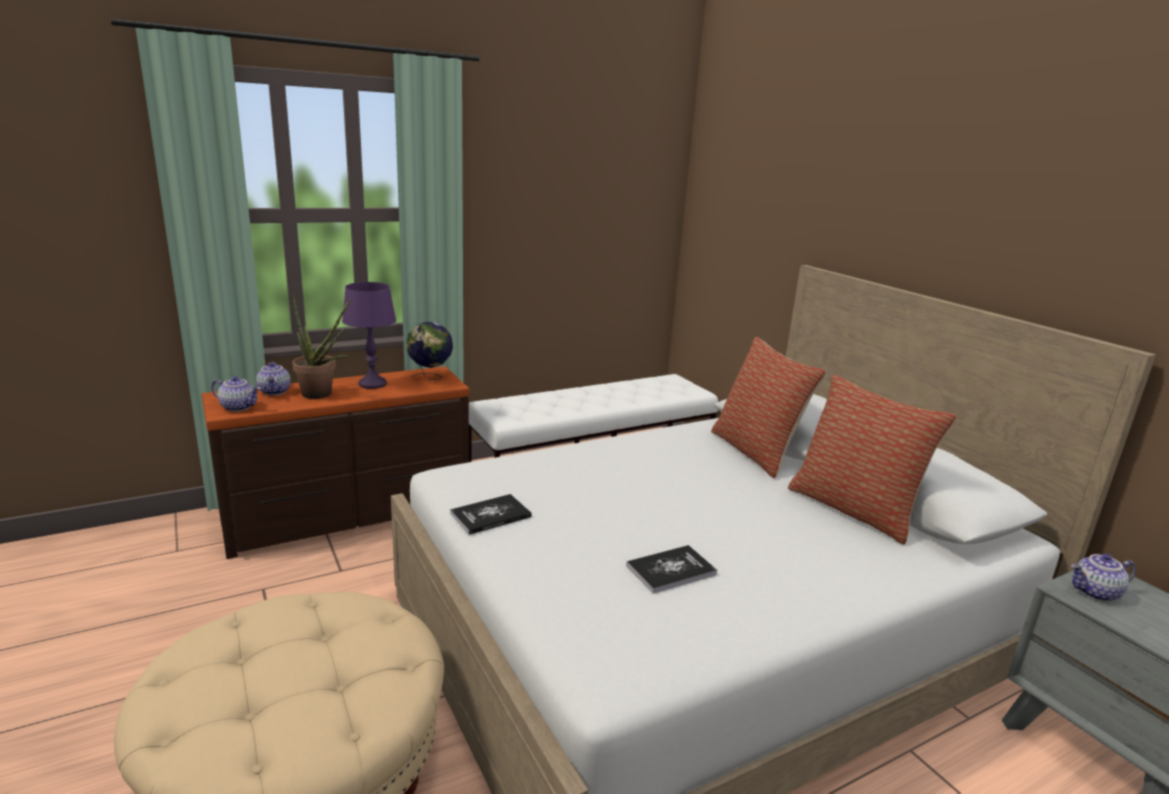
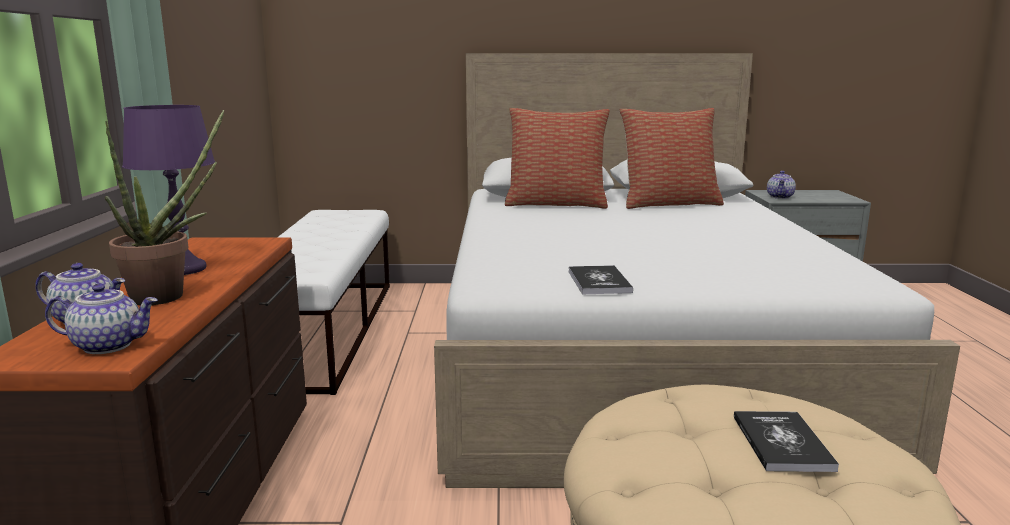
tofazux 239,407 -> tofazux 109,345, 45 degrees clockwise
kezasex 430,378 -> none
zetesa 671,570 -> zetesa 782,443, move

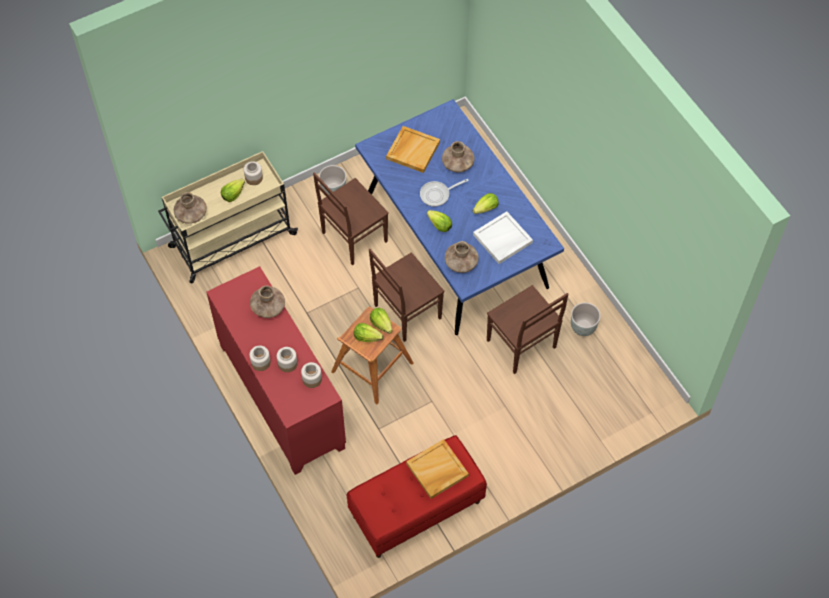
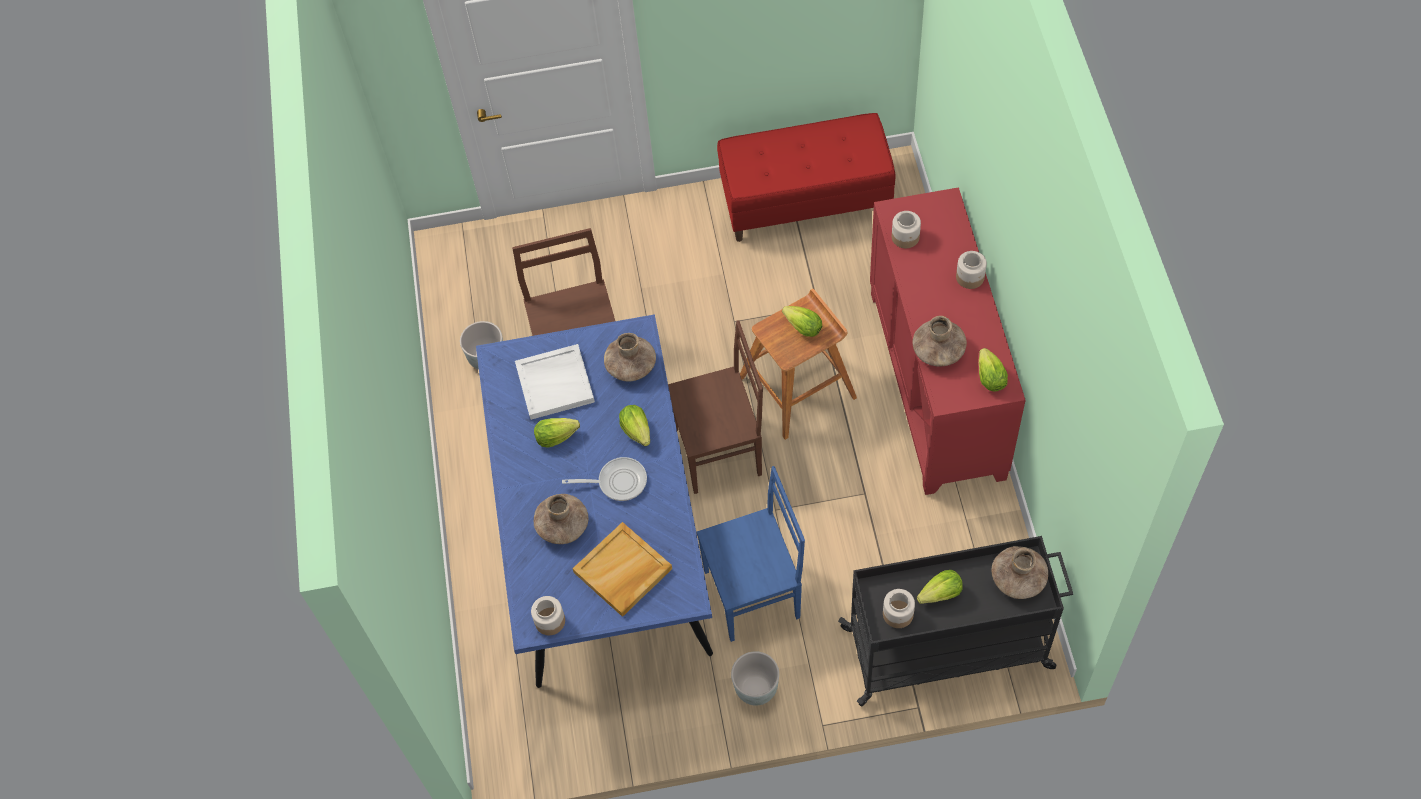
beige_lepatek 231,241 -> black_lepatek 949,648
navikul 288,363 -> navikul 549,621, move
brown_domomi 353,238 -> blue_domomi 755,593
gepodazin 381,324 -> gepodazin 990,378, move
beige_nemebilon 437,470 -> none

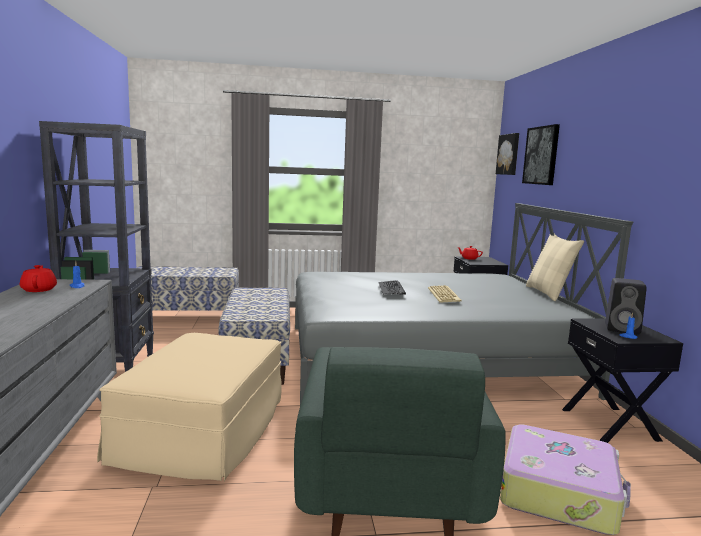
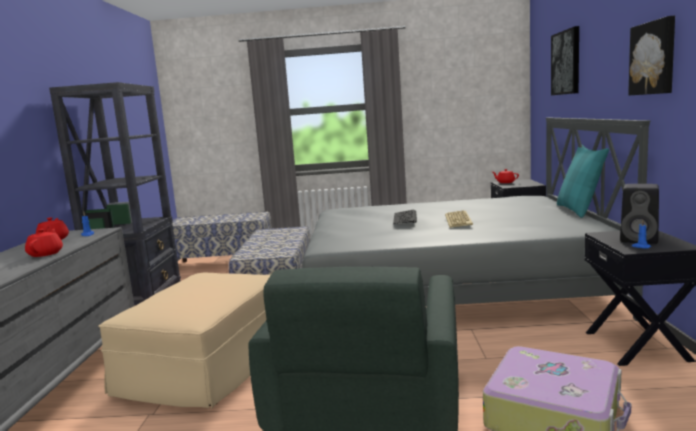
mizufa 509,154 -> mizufa 653,58, move
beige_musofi 548,293 -> turquoise_musofi 579,210
none -> red_tofazux 46,254

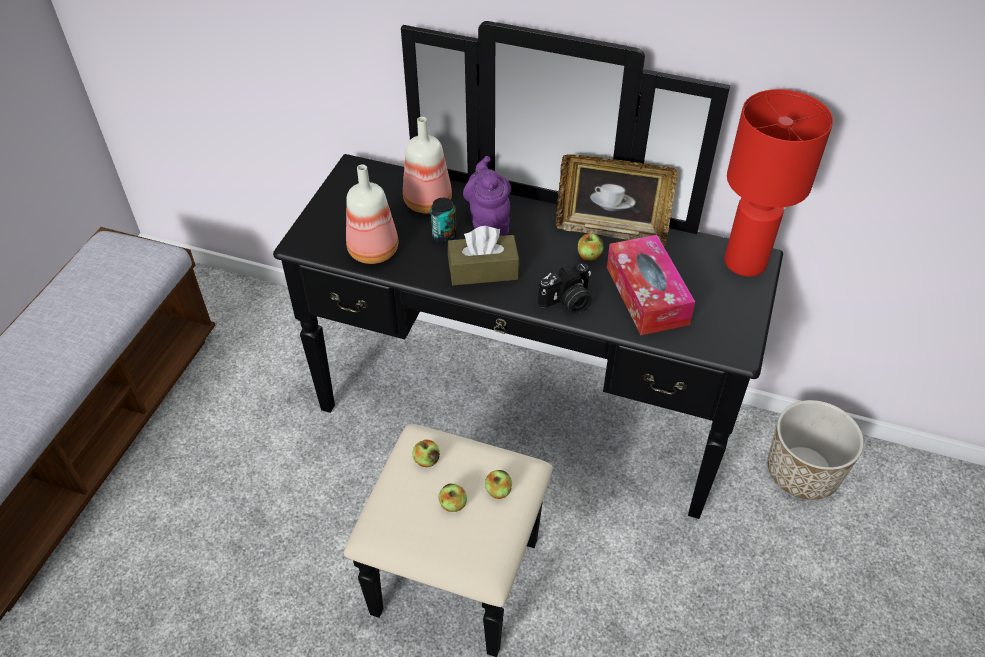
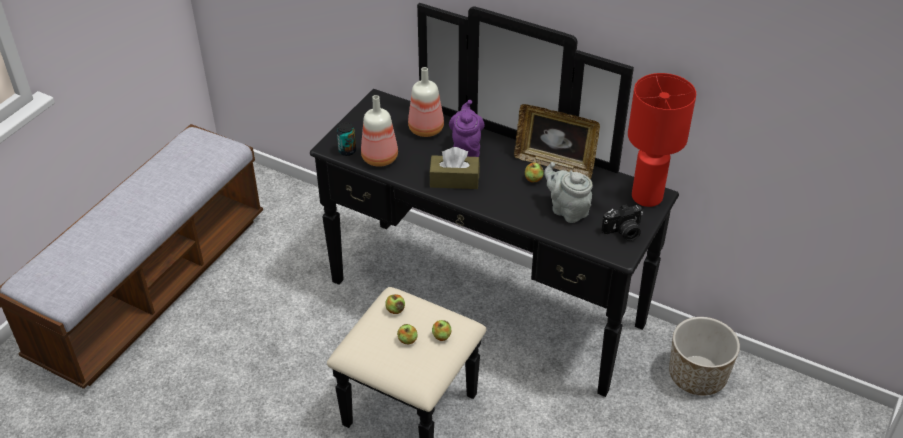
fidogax 444,236 -> fidogax 347,151, move
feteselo 568,302 -> feteselo 623,232, move
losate 646,295 -> grey_tofazux 567,210

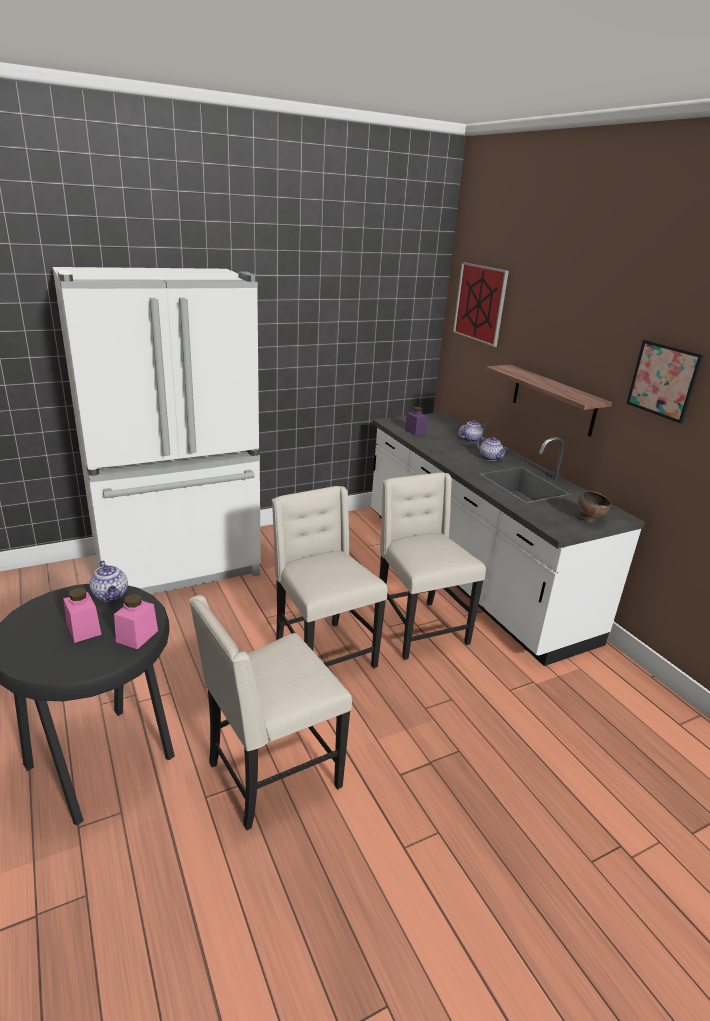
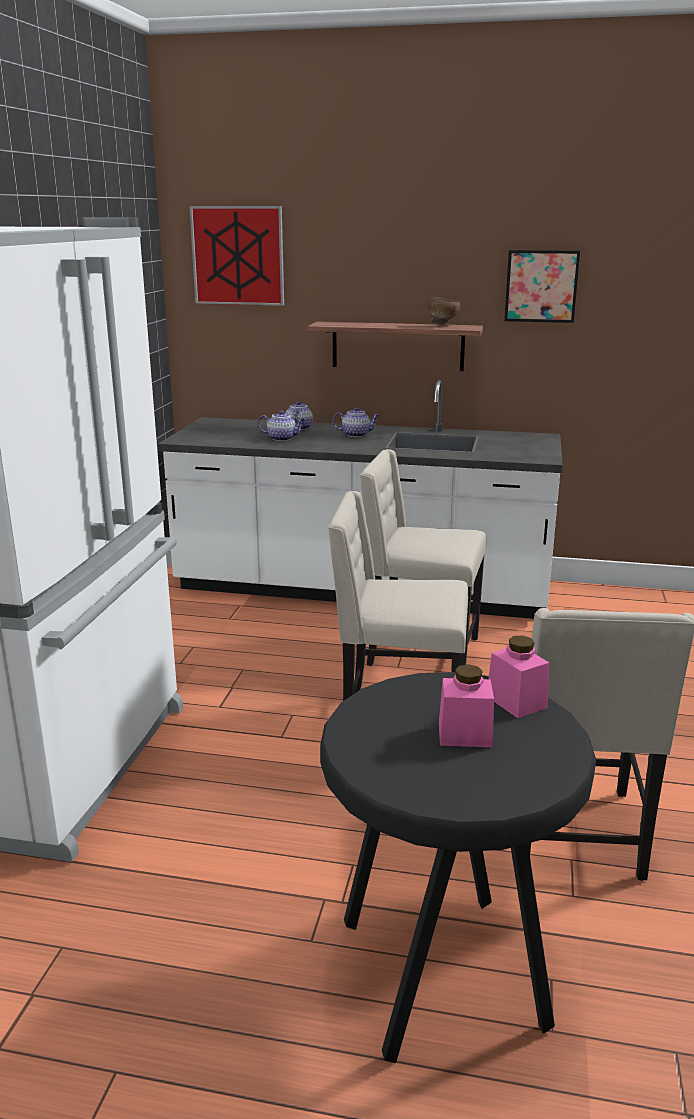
tofazux 111,595 -> tofazux 282,438, move
purple_navikul 415,431 -> none
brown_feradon 589,519 -> brown_feradon 442,326, move

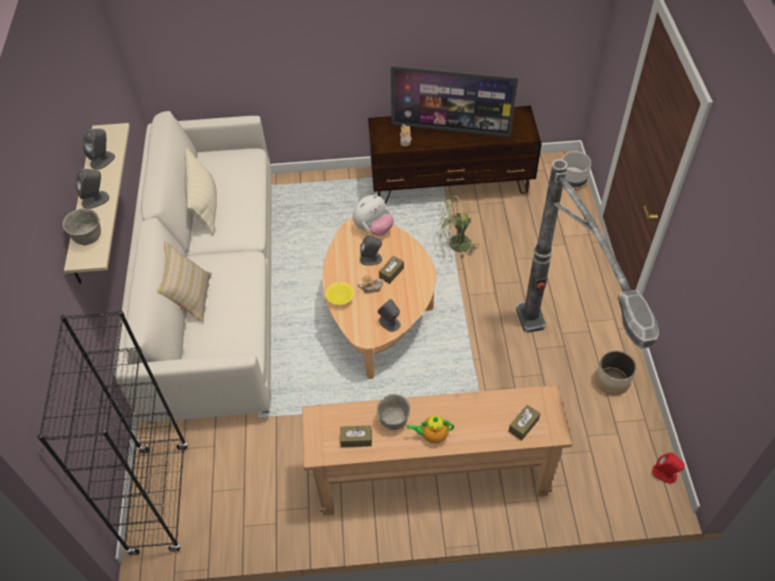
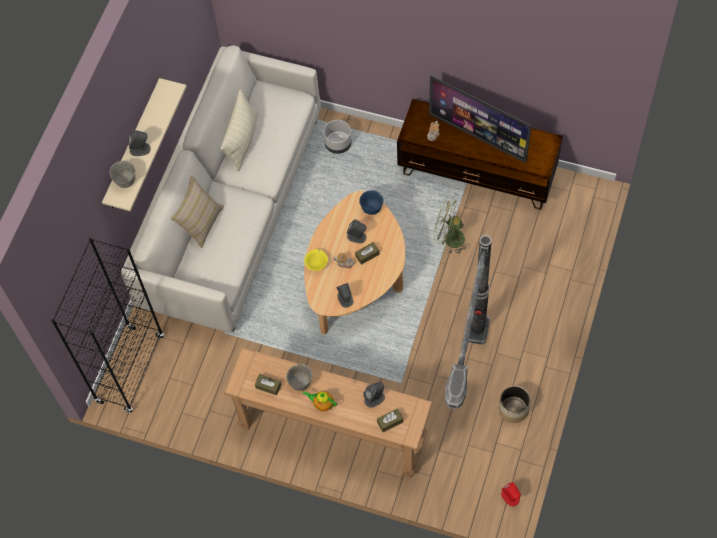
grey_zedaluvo 102,160 -> grey_zedaluvo 374,398, move
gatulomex 373,228 -> blue_feradon 372,208
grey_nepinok 572,180 -> grey_nepinok 338,144, move

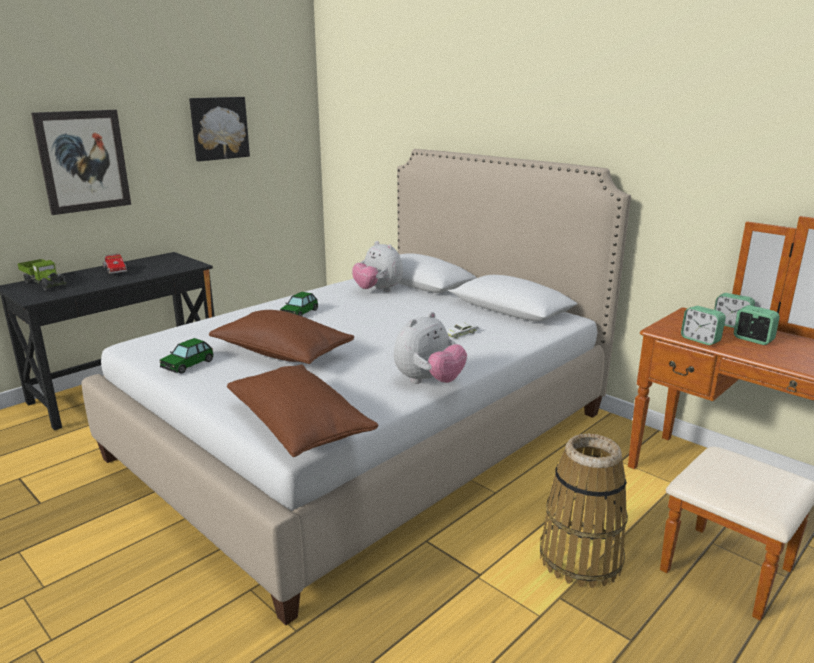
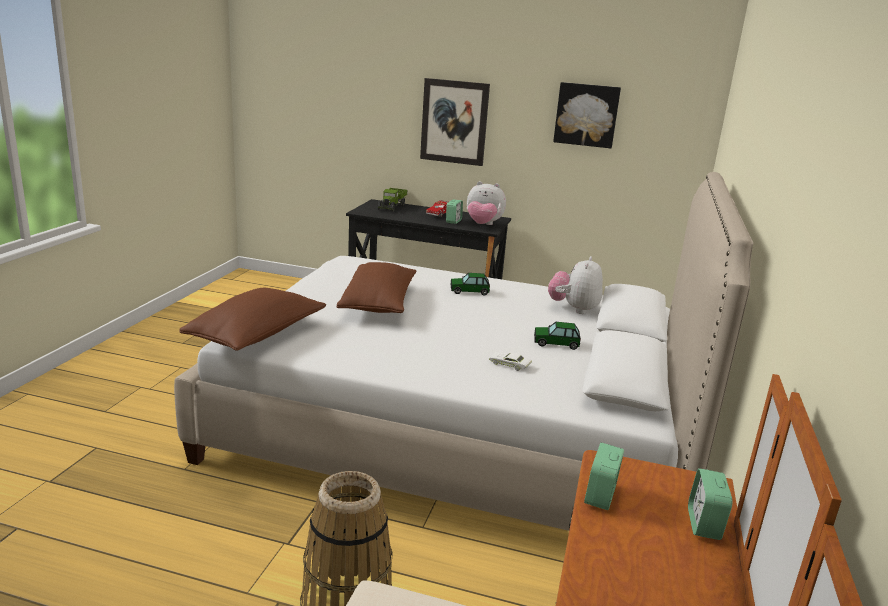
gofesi 187,364 -> gofesi 556,343, move
gatulomex 428,382 -> gatulomex 483,225, move
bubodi 753,340 -> bubodi 453,221, move

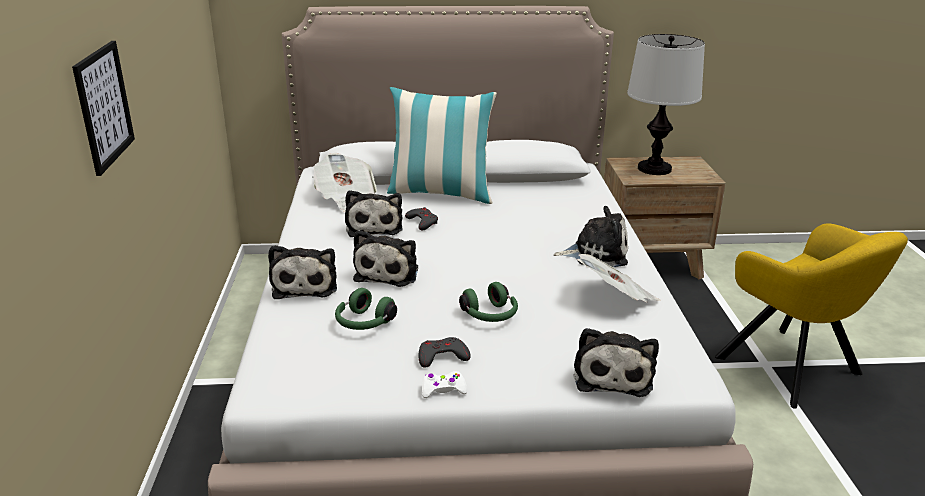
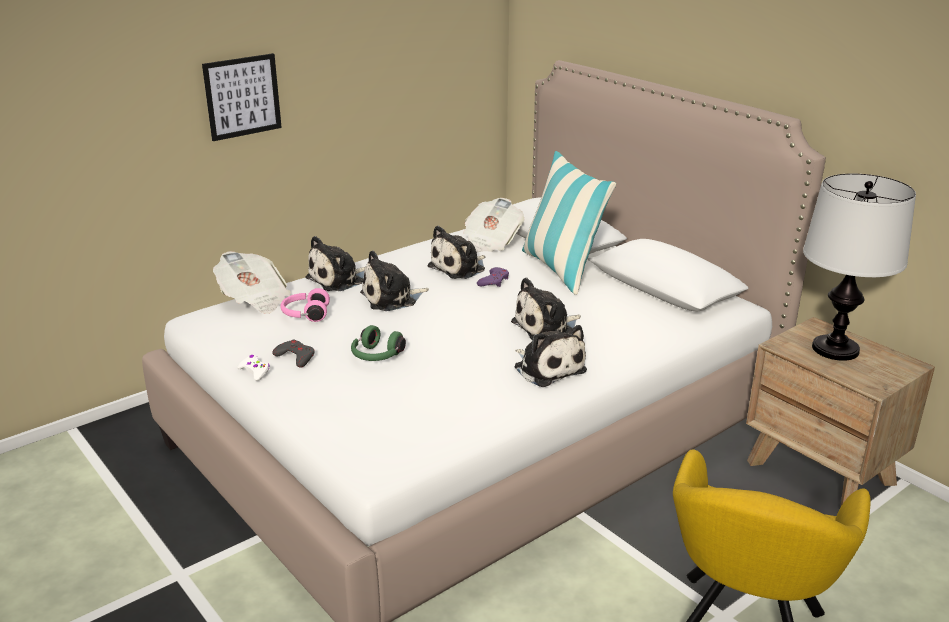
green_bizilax 363,323 -> pink_bizilax 305,315
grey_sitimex 422,222 -> purple_sitimex 494,281
gatulomex 612,374 -> gatulomex 546,327, move
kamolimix 616,298 -> kamolimix 254,299, move

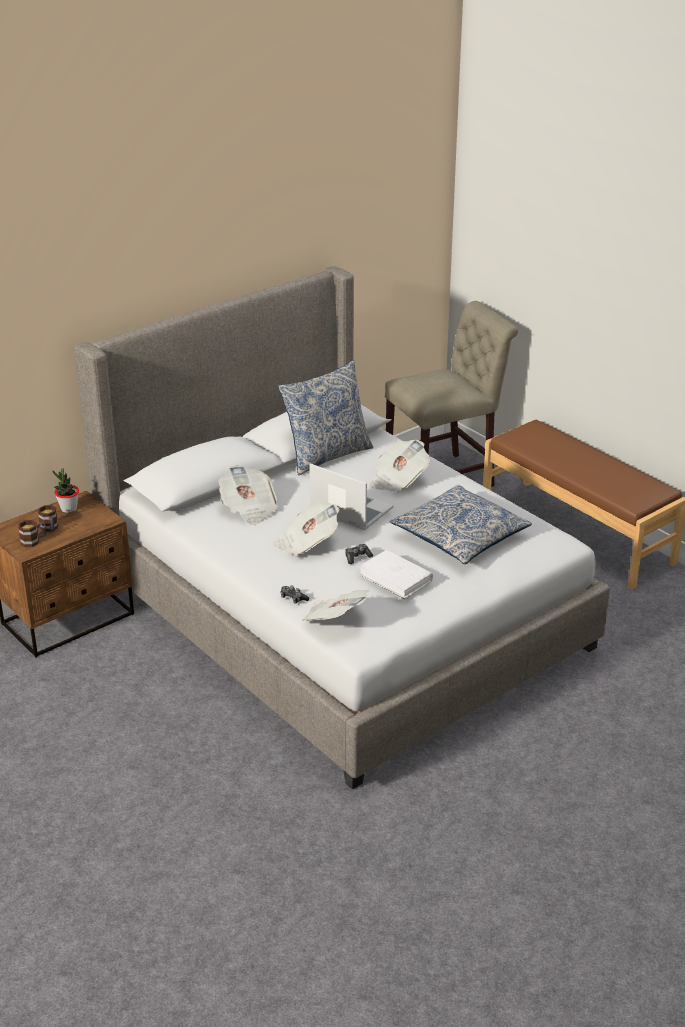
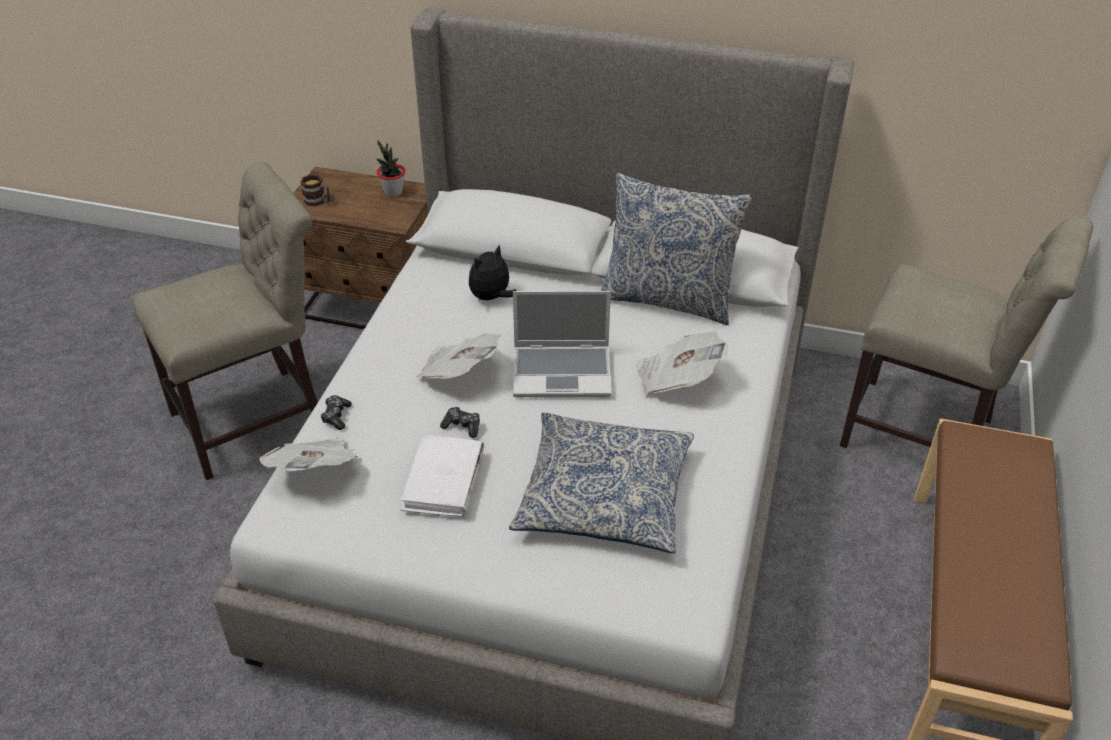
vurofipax 50,529 -> none
kamolimix 249,509 -> gatulomex 491,298
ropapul 349,510 -> ropapul 563,372, 90 degrees clockwise
none -> beige_domomi 258,419

